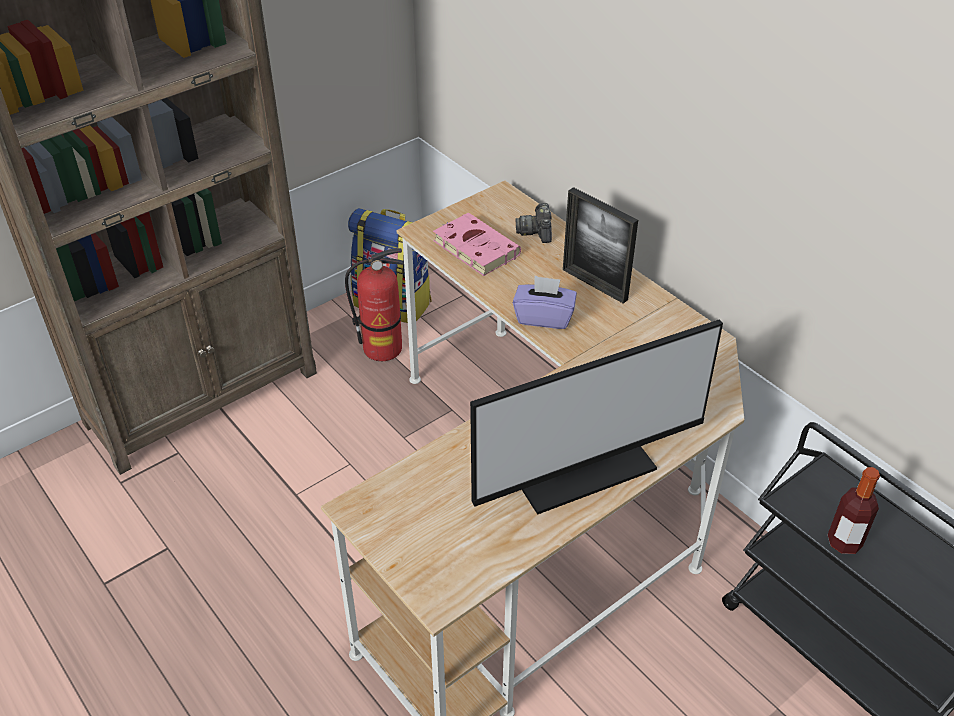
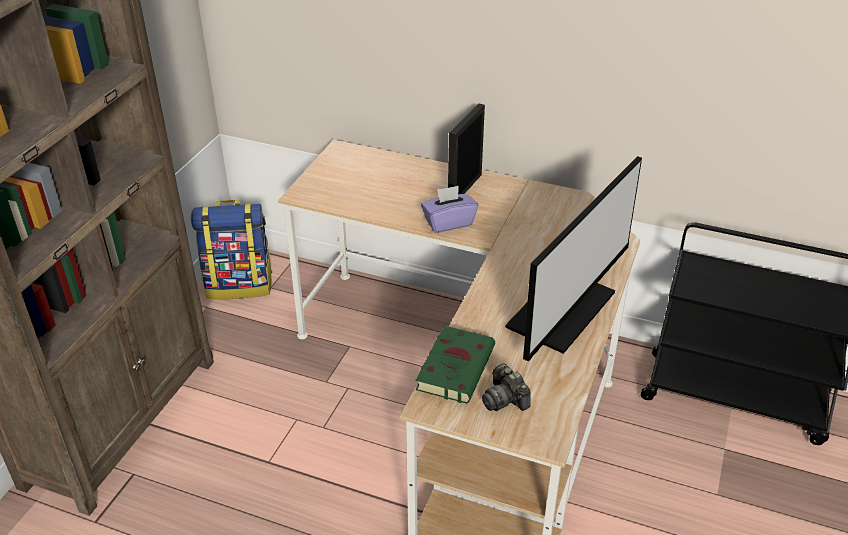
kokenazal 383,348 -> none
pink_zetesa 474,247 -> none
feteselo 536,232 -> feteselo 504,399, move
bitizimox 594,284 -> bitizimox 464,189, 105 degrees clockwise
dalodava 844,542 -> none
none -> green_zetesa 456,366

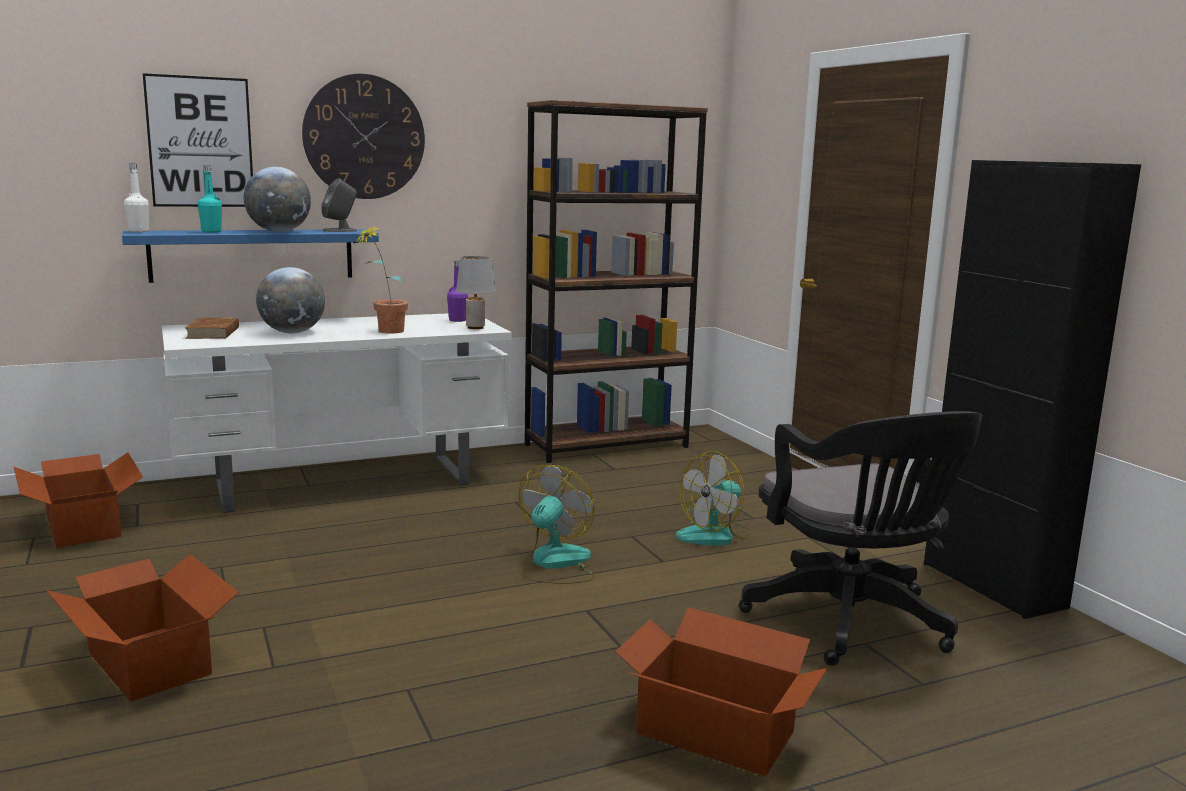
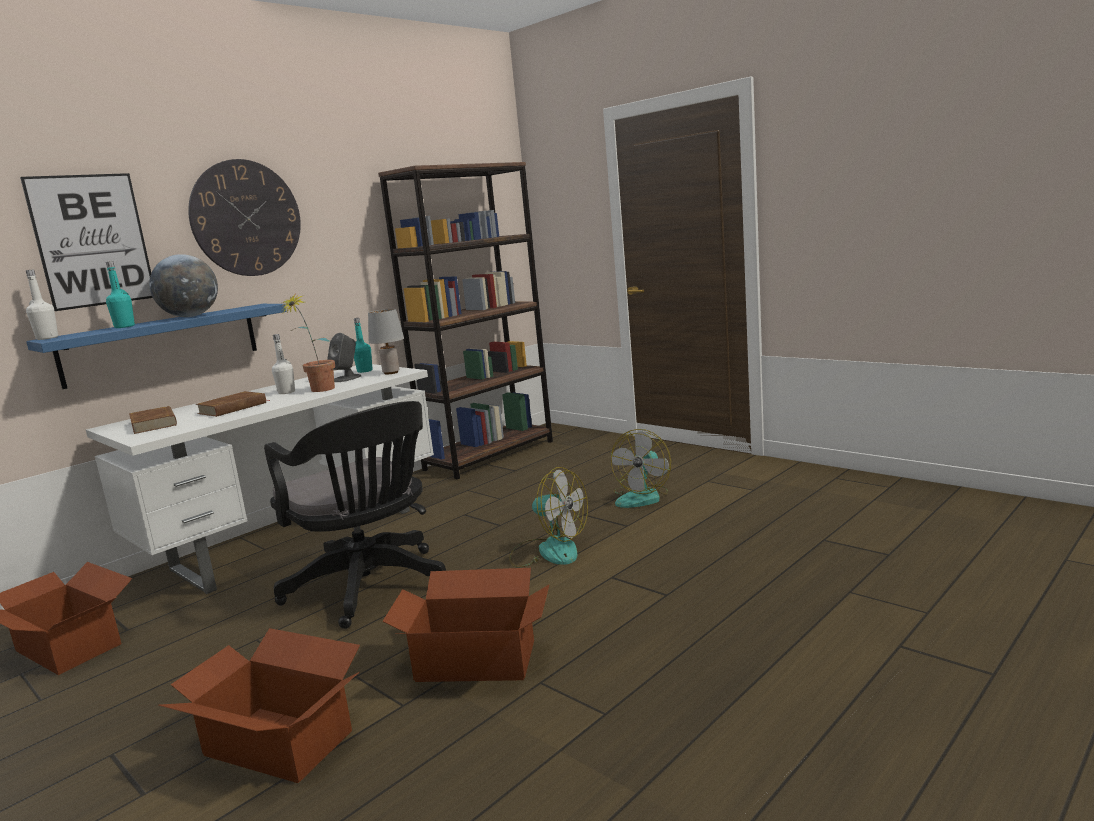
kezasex 292,332 -> brown_zetesa 233,408
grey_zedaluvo 340,230 -> grey_zedaluvo 347,378, move
purple_dalodava 457,320 -> turquoise_dalodava 364,371
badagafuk 554,564 -> badagafuk 548,551, 120 degrees clockwise
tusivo 715,733 -> tusivo 476,662, move
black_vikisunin 852,623 -> black_vikisunin 371,588, move
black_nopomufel 993,585 -> none
none -> white_dalodava 286,392

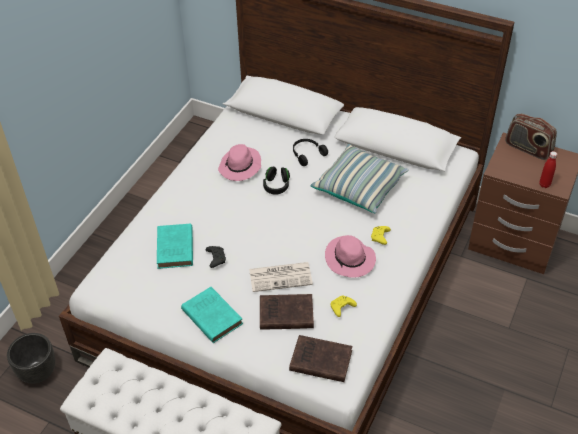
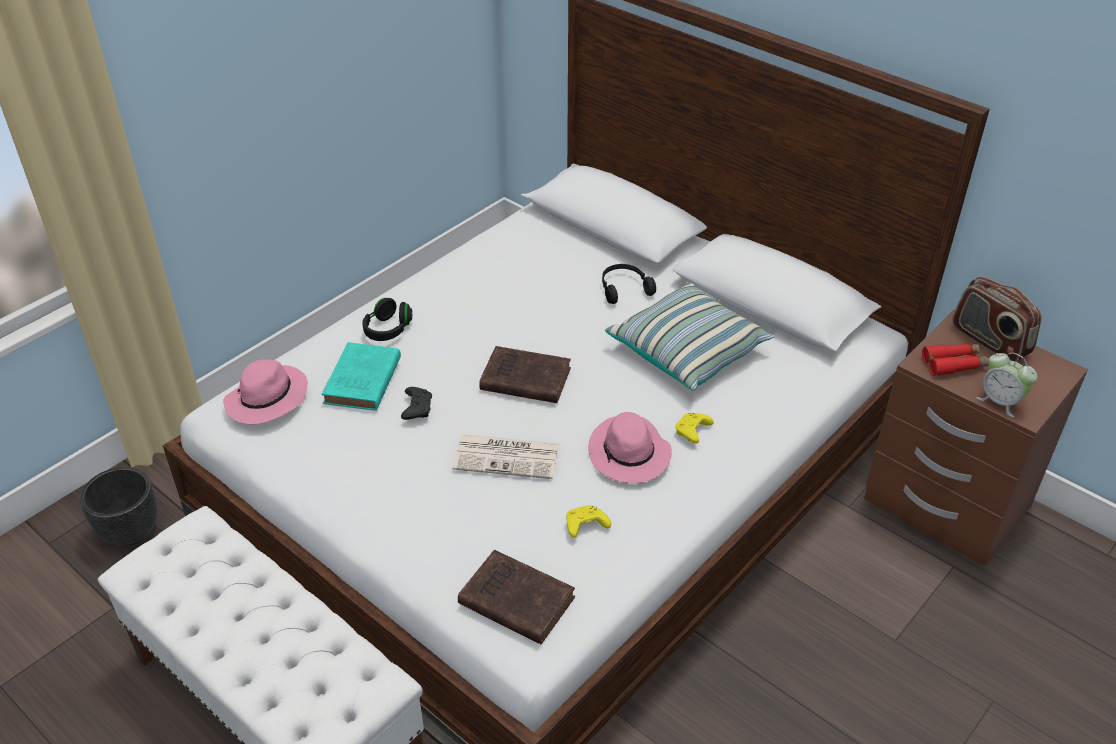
turquoise_zetesa 211,316 -> none
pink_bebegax 240,167 -> pink_bebegax 267,400, move
brown_zetesa 284,314 -> brown_zetesa 523,379, move
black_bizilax 276,186 -> black_bizilax 388,330, move
red_dalodava 544,185 -> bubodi 1000,402
none -> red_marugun 954,364

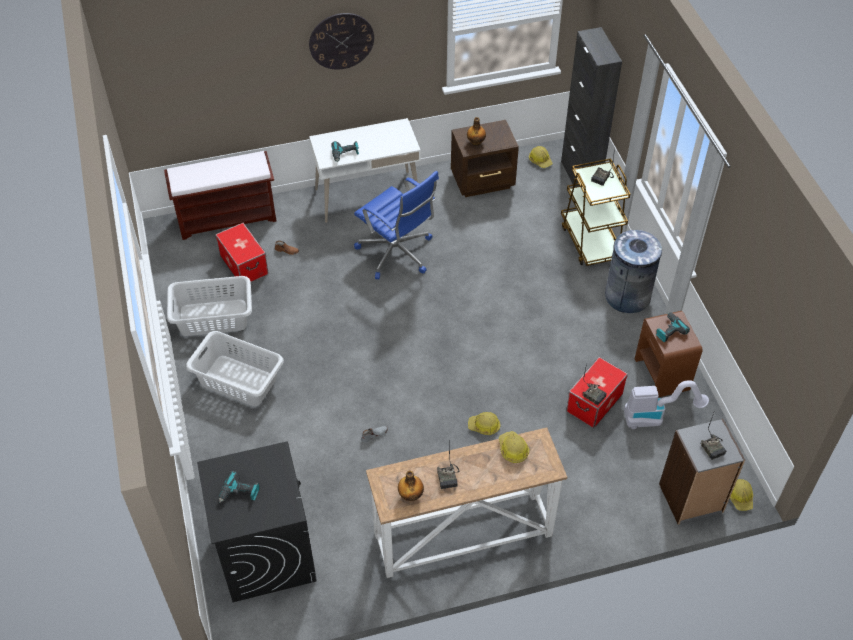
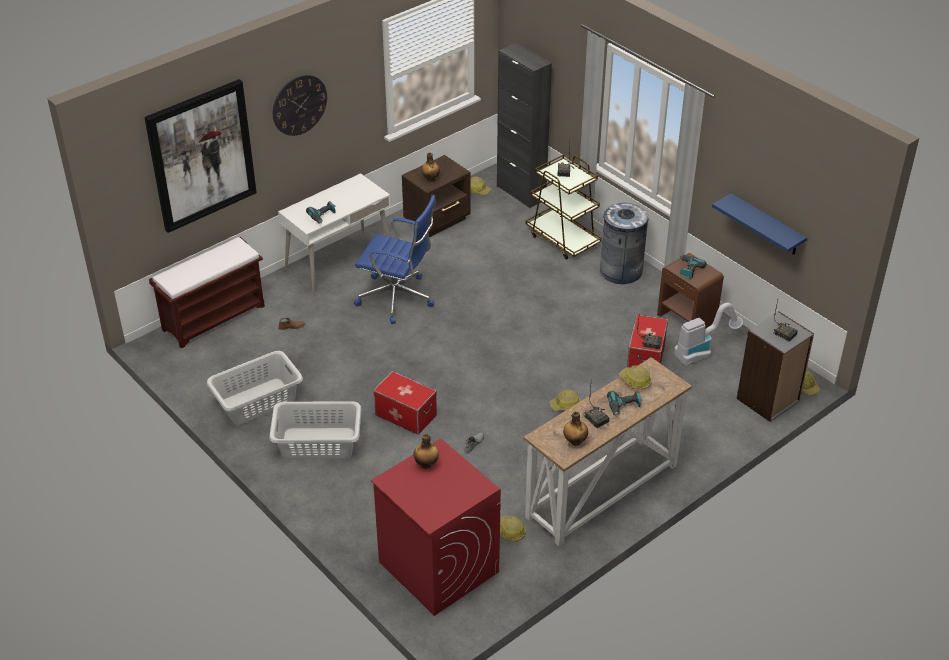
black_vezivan 266,552 -> red_vezivan 438,566
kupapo 244,265 -> kupapo 405,415, move
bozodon 239,493 -> bozodon 624,407, move
none -> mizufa 201,155
none -> dalodava 426,464
none -> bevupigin 510,531
none -> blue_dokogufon 766,225

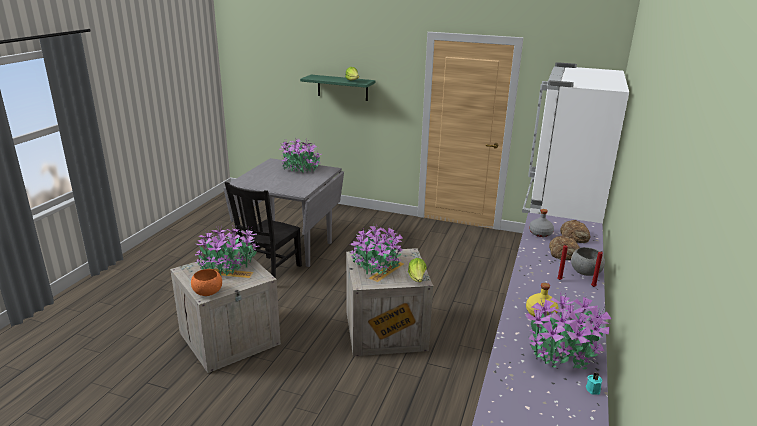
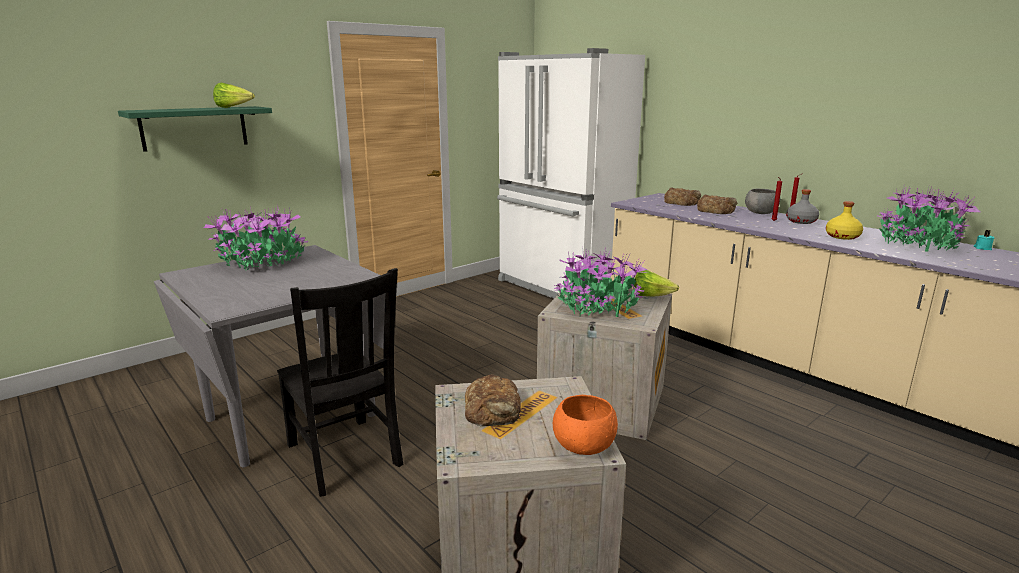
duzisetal 228,266 -> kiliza 493,409
grey_dalodava 540,233 -> grey_dalodava 801,221, move

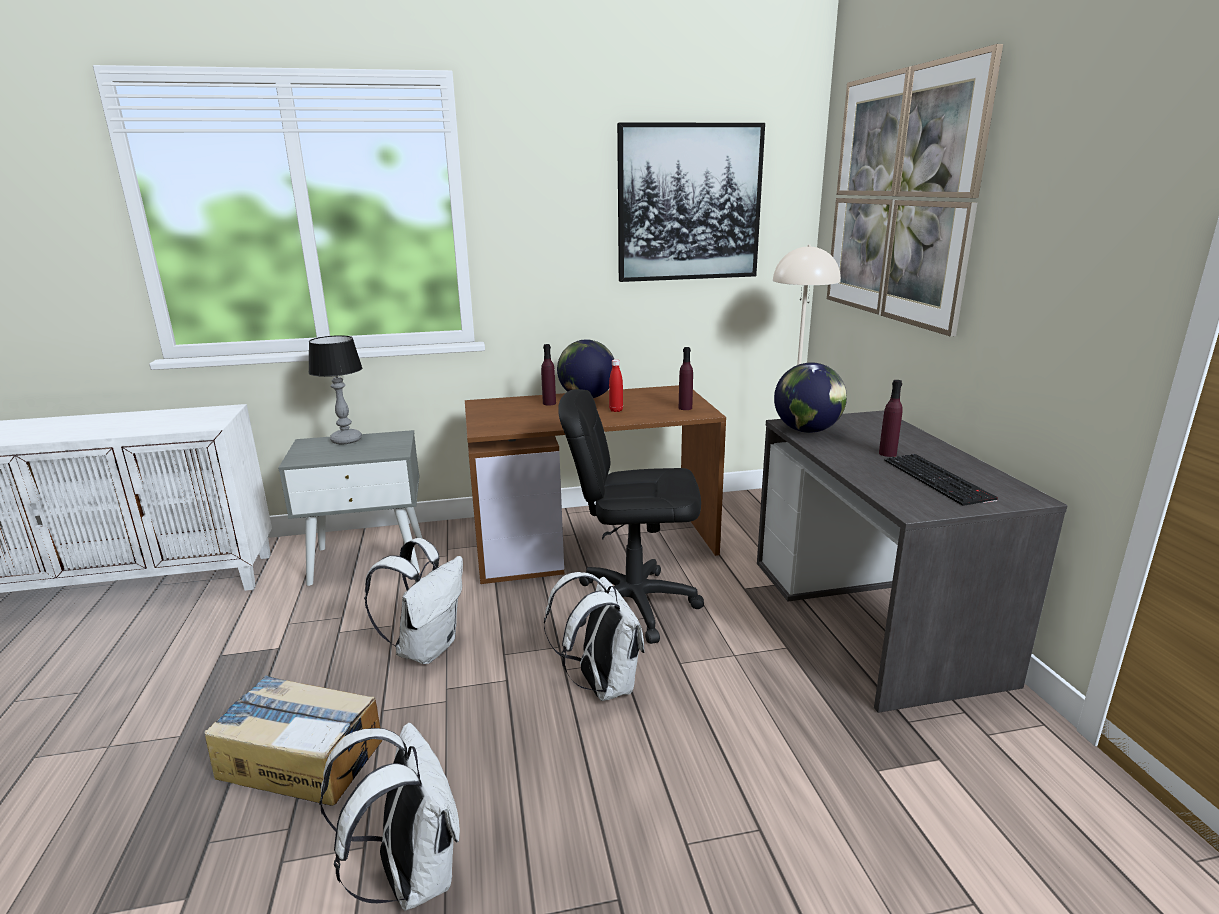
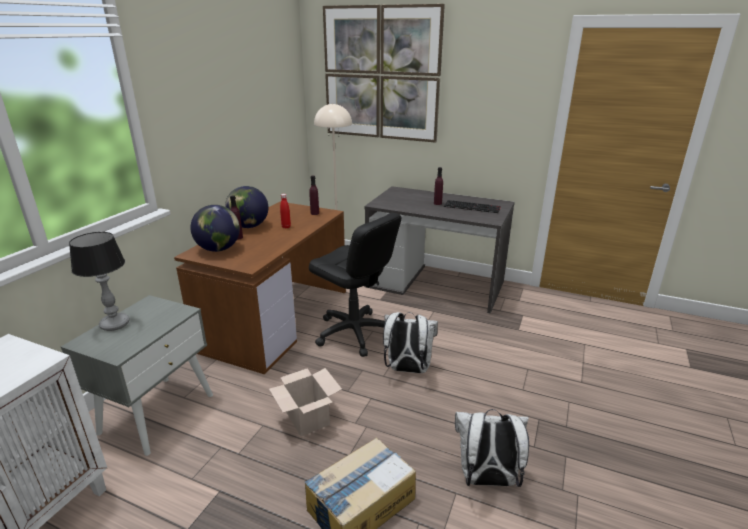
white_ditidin 427,648 -> tusivo 306,418
black_vikisunin 633,604 -> black_vikisunin 354,333, 90 degrees counterclockwise
mizufa 689,203 -> none
kezasex 807,430 -> kezasex 219,249, move

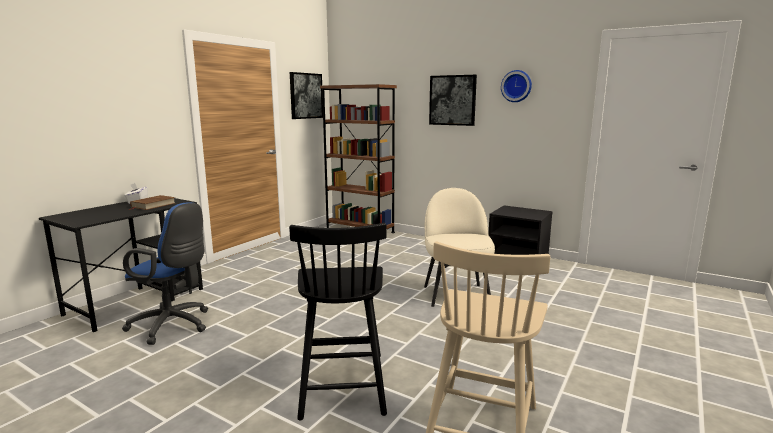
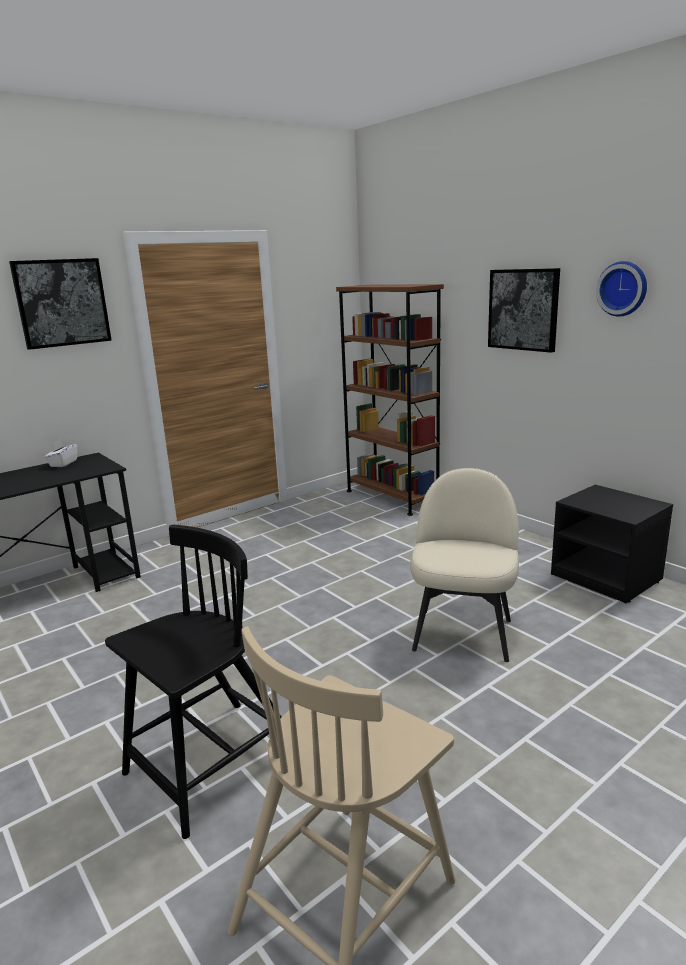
blue_vikisunin 174,326 -> none
brown_zetesa 153,205 -> none
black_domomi 342,382 -> black_domomi 211,765, 150 degrees counterclockwise
mizufa 306,96 -> mizufa 62,303, move

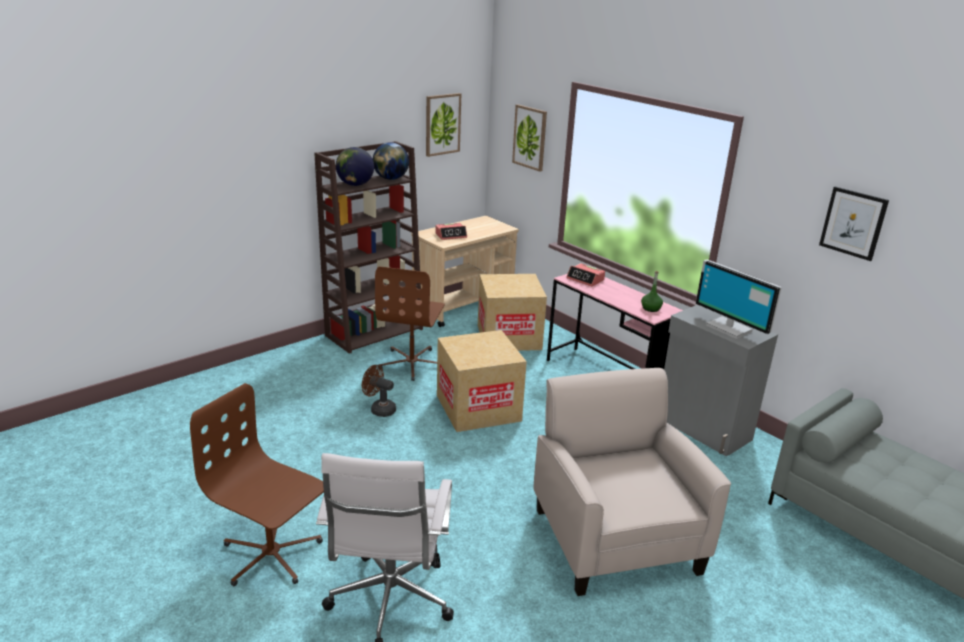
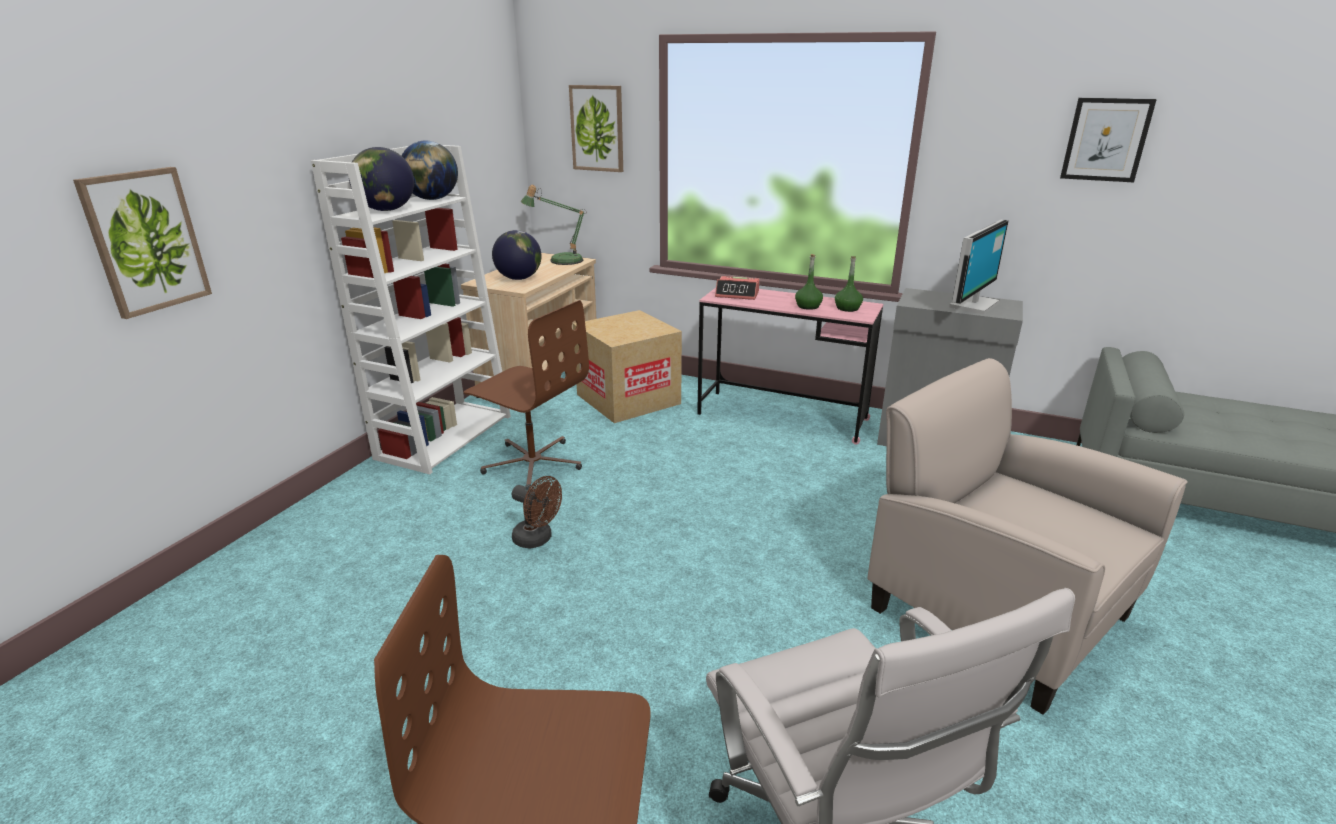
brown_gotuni 374,332 -> white_gotuni 445,436
brown_badagafuk 379,409 -> brown_badagafuk 537,539, 150 degrees counterclockwise
brown_vikisunin 412,363 -> brown_vikisunin 533,463, 45 degrees counterclockwise
mizufa 442,124 -> mizufa 146,241, move
bubodi 451,235 -> kezasex 519,278
tusivo 478,408 -> none
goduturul 730,328 -> goduturul 971,305, 75 degrees counterclockwise
none -> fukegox 560,260
none -> green_dalodava 808,306

